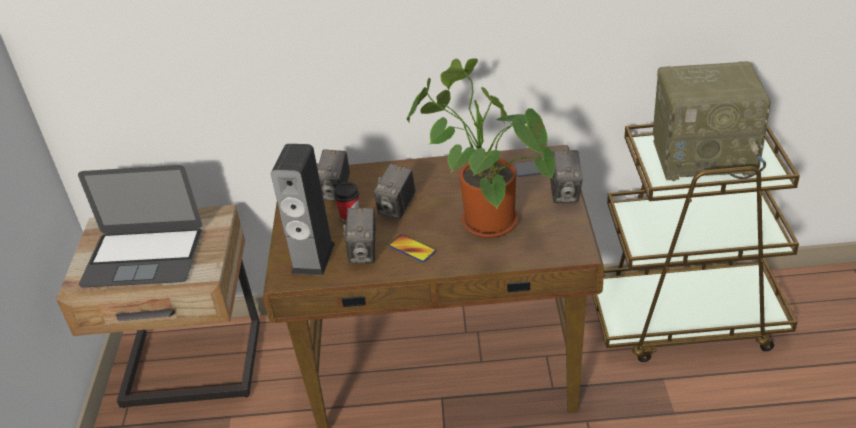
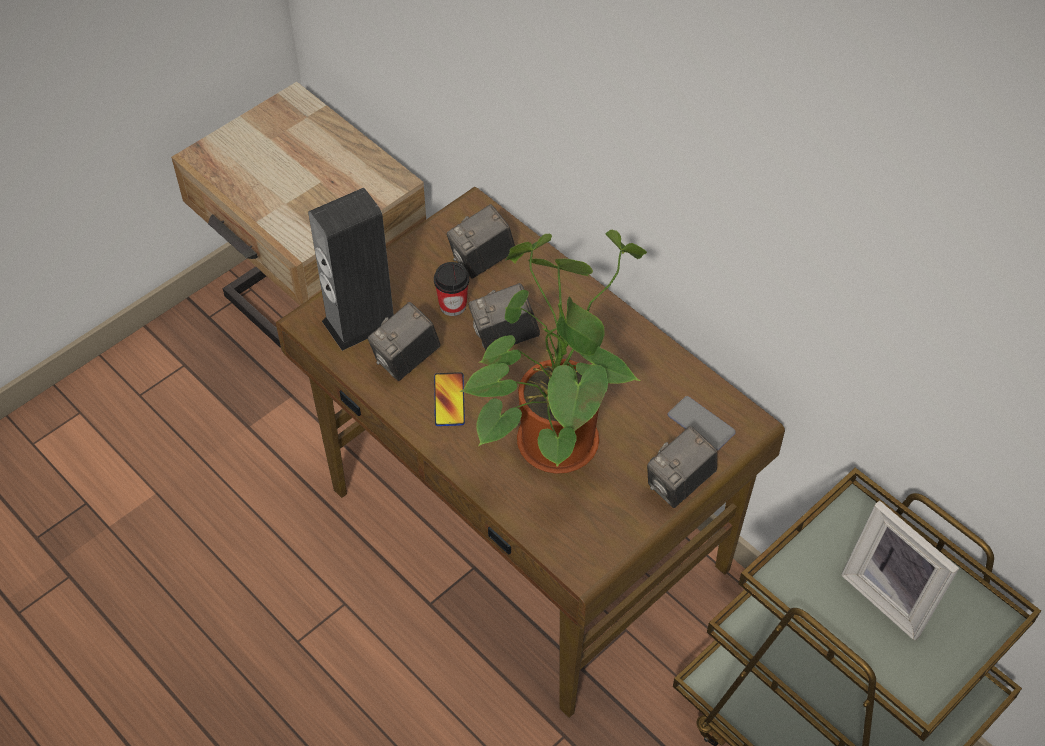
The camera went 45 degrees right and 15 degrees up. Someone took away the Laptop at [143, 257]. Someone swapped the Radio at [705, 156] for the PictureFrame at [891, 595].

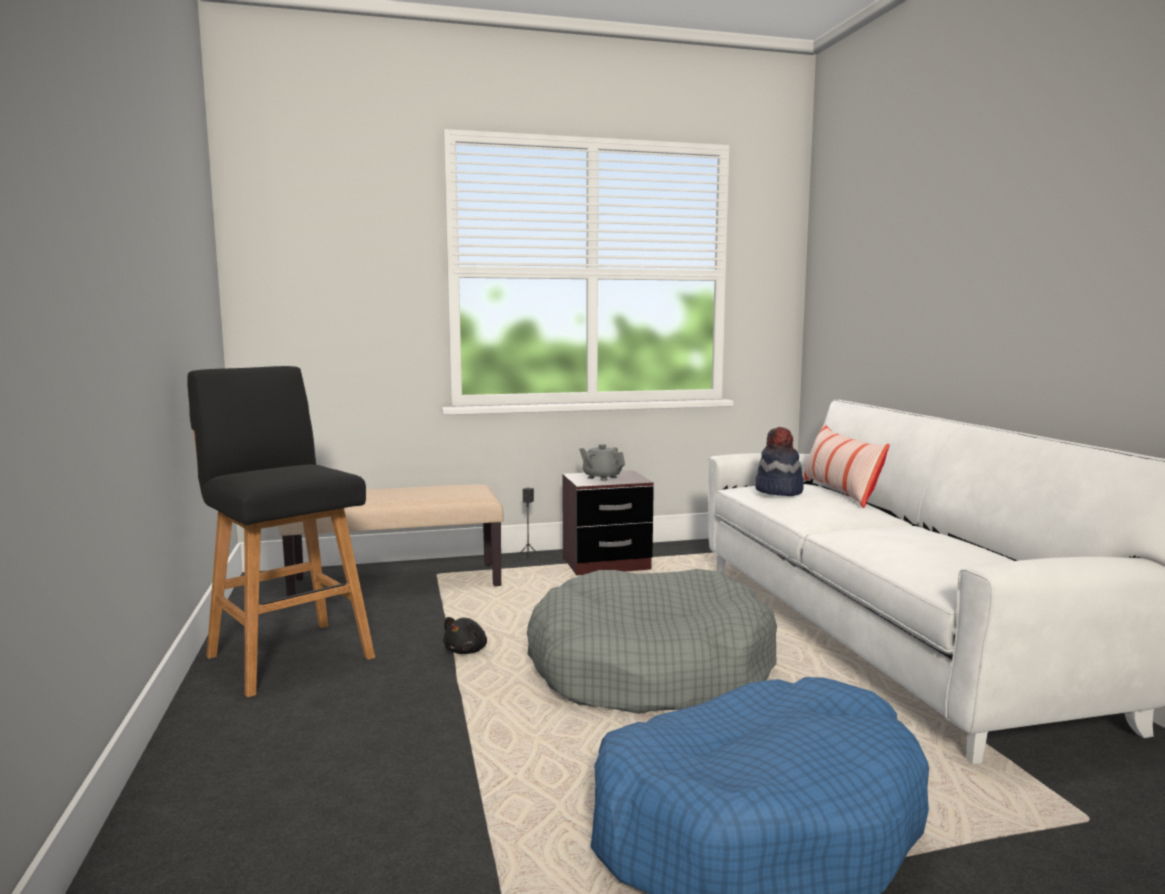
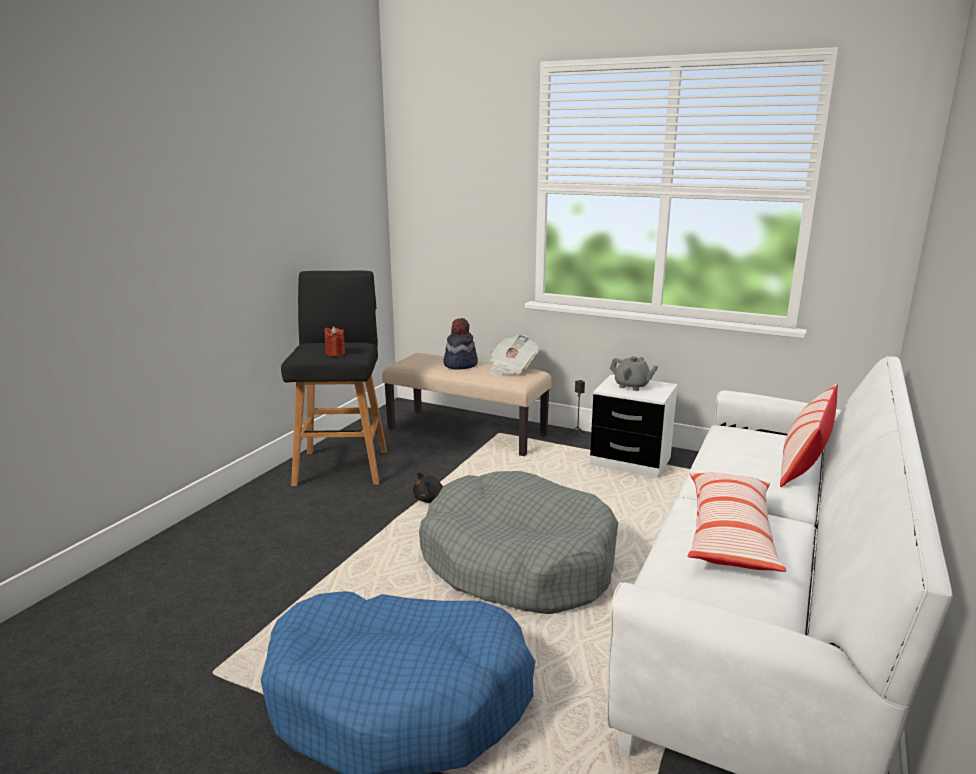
The camera went 40 degrees right and 10 degrees up. Someone put down the RedCandle at [335, 353]. Someone put down the Newspaper at [511, 369]. Someone put down the Pillow at [729, 534]. Someone carried the Hat from [778, 491] to [460, 364]. Someone repainted the BrownNightstand at [606, 564], which became the WhiteNightstand at [630, 462]. Someone rotated the GreyTeapot at [602, 477] by 135 degrees clockwise.

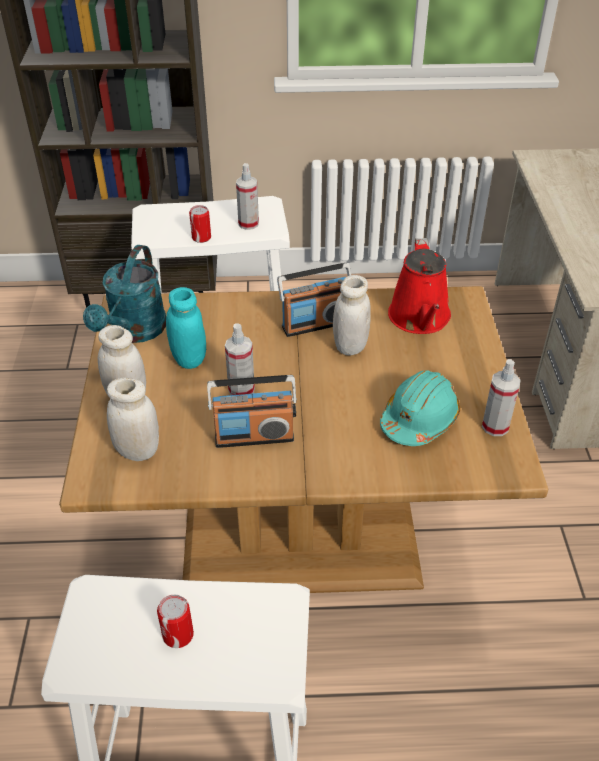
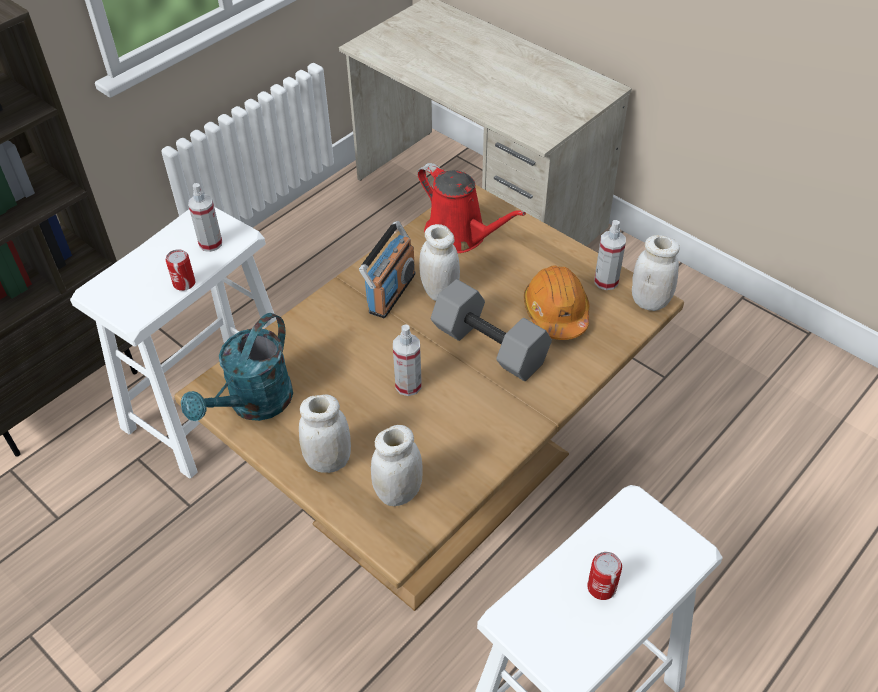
The camera went 45 degrees left and 5 degrees up. Someone took away the TurquoiseJar at [189, 359]. Someone took away the Radio at [254, 436]. Someone put down the GreyDumbbell at [491, 345]. Someone put down the WhiteJar at [649, 301]. Someone repainted the TurquoiseHardHat at [419, 419], which became the OrangeHardHat at [556, 312]. Someone rotated the TurquoiseWateringCan at [134, 332] by 60 degrees clockwise.

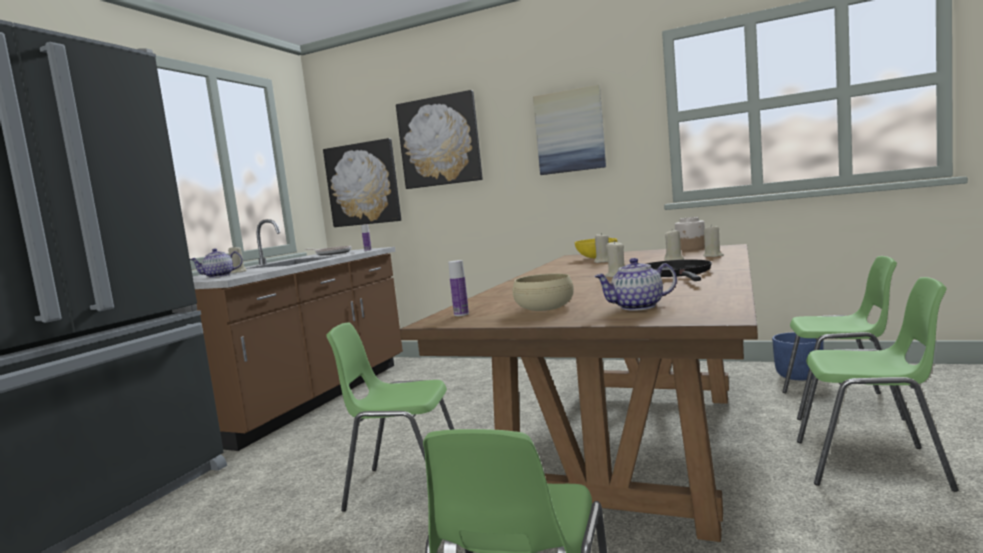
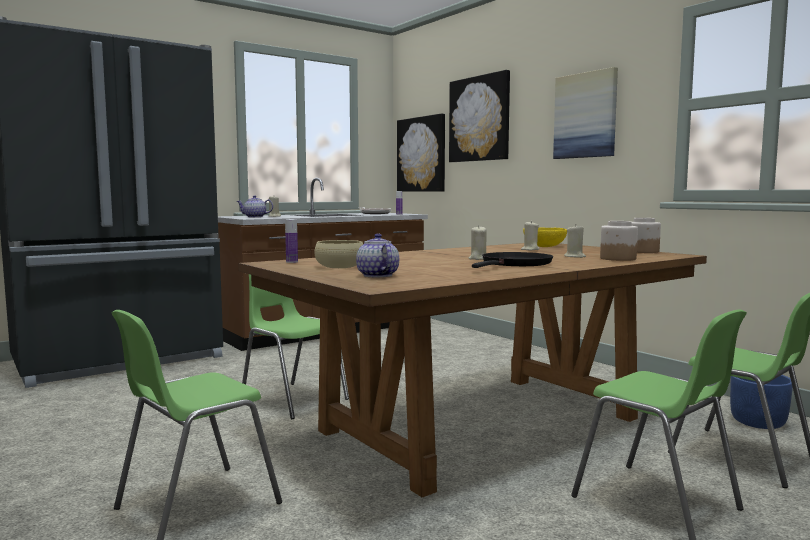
The camera went 30 degrees right and 0 degrees up. Someone swapped the BeigeCandle at [713, 256] for the Jar at [617, 259]. Someone rotated the Teapot at [637, 307] by 45 degrees clockwise.

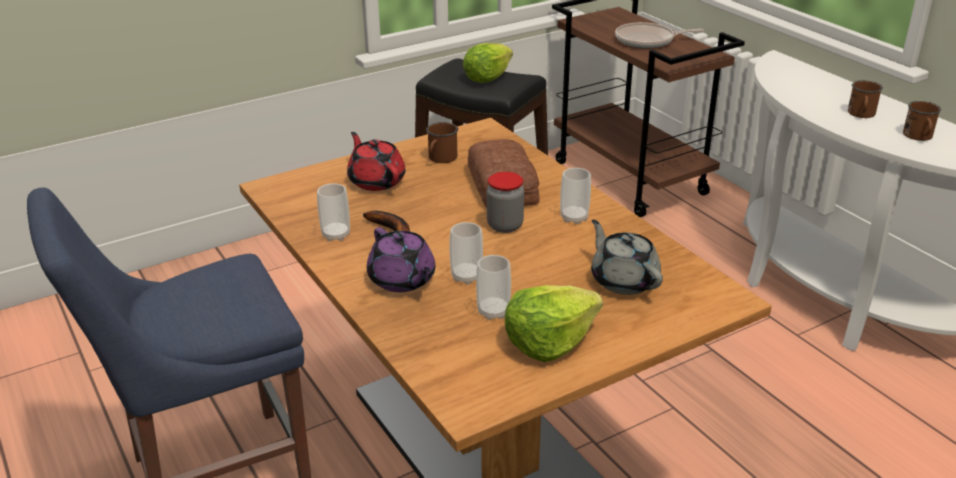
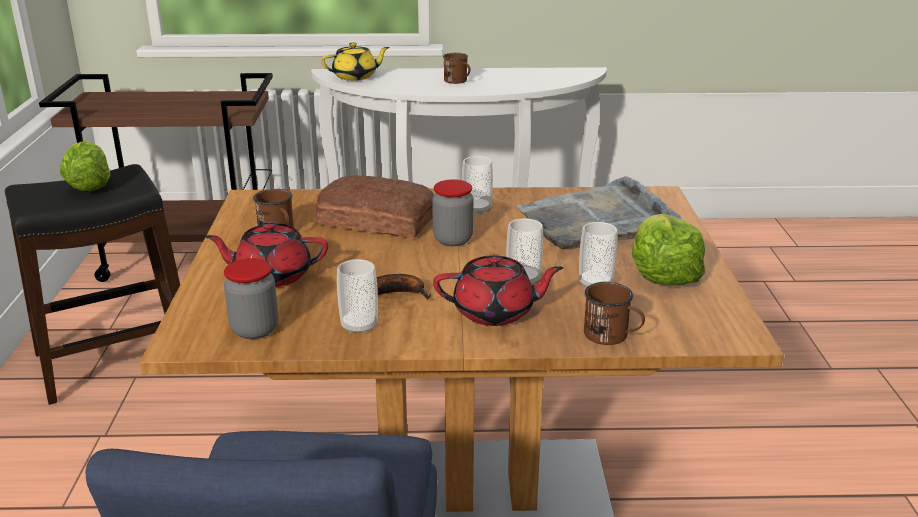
The camera went 60 degrees left and 5 degrees down. Someone took away the FryingPan at [648, 41]. Someone put down the Jar at [255, 329]. Someone put down the YellowTeapot at [356, 77]. Someone carried the BrownMug from [919, 137] to [612, 336]. Someone swapped the GreyTeapot at [623, 280] for the GreyTray at [597, 220]. Someone repainted the PurpleTeapot at [402, 280], which became the RedTeapot at [495, 312].

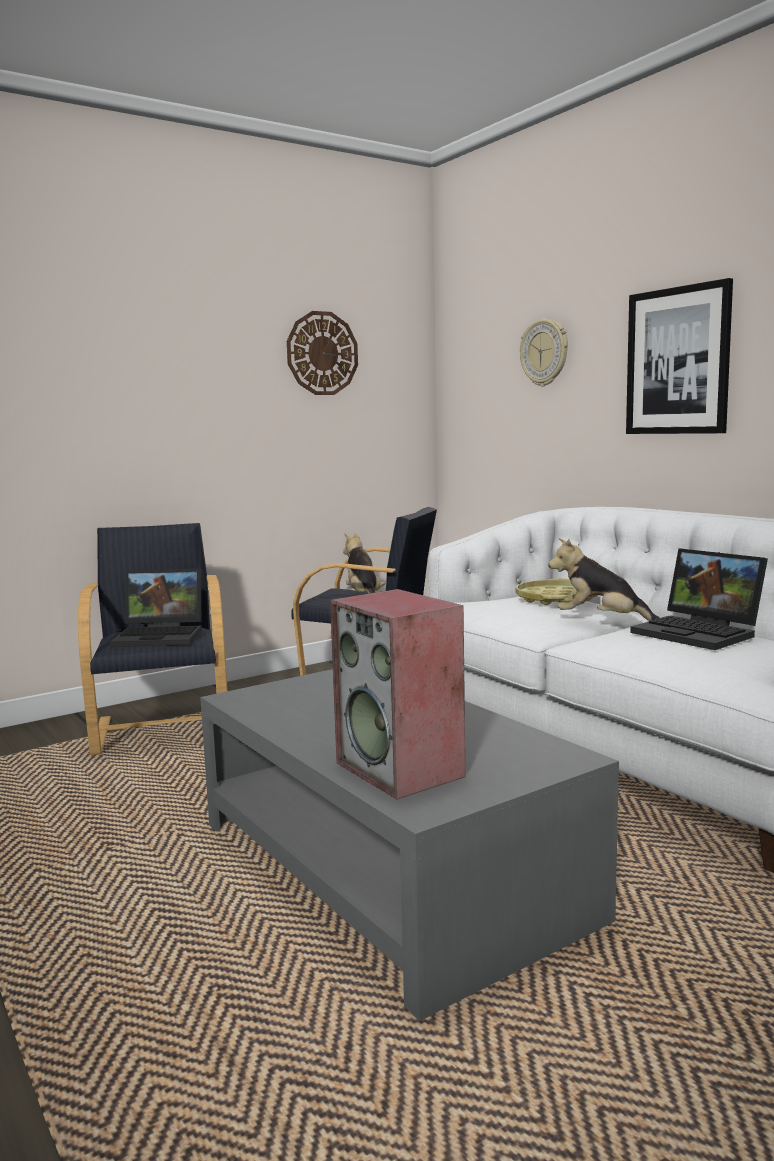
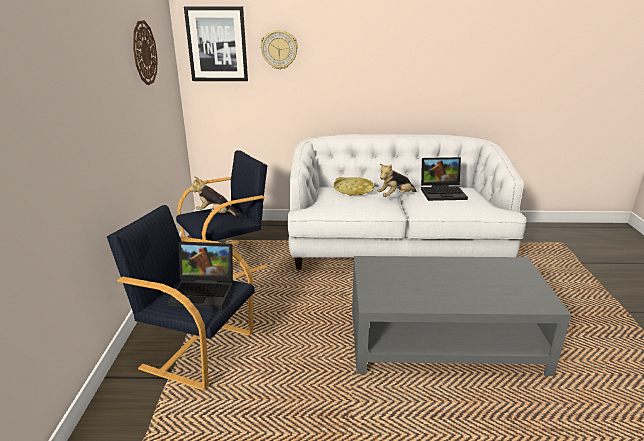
The camera went 55 degrees left and 15 degrees up. Someone took away the Speaker at [402, 770]. Someone carried the Picture from [678, 361] to [217, 44]. Someone rotated the Laptop at [162, 636] by 60 degrees clockwise.

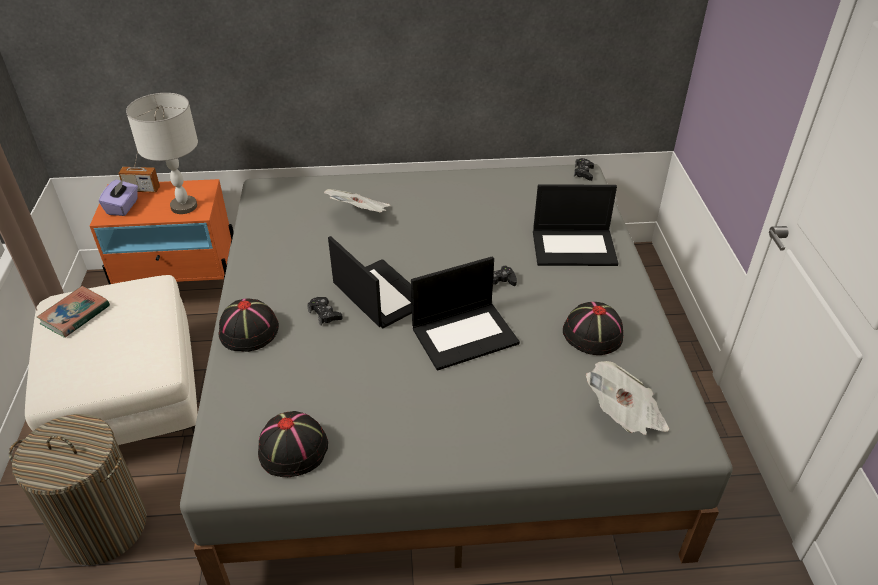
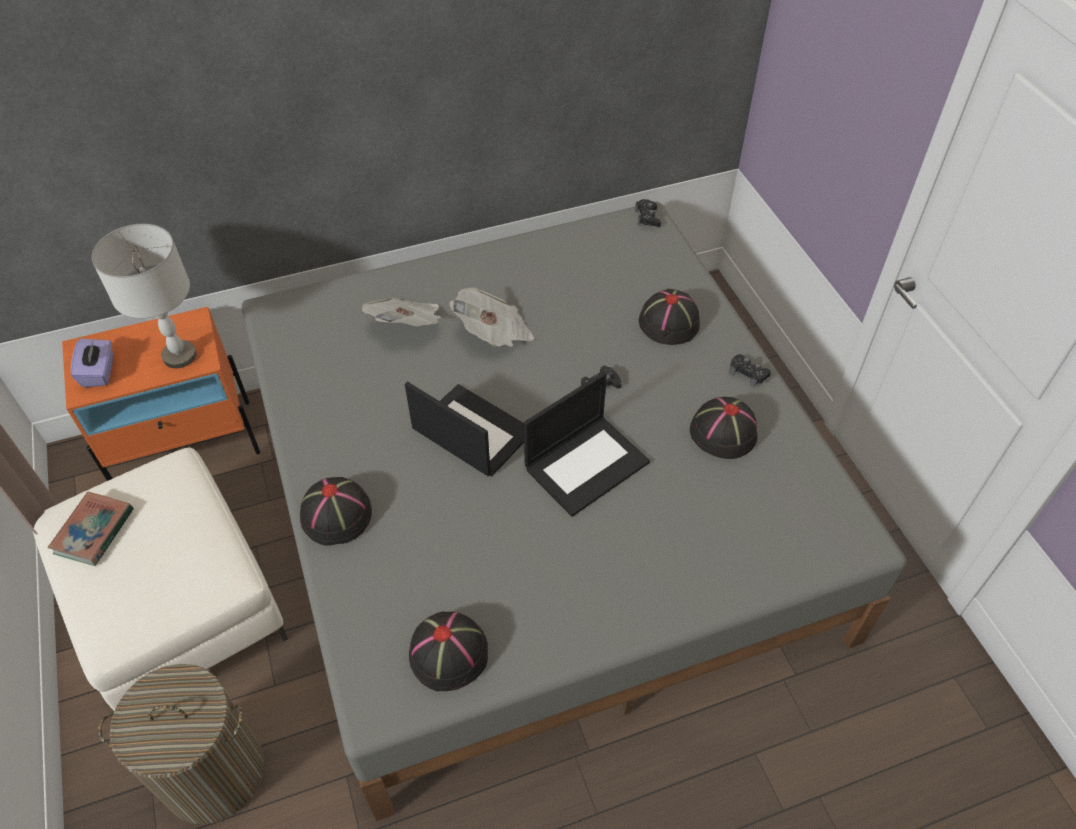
The camera went 15 degrees left and 10 degrees up. Someone took away the Radio at [142, 189]. Someone carried the BlackGameController from [325, 314] to [748, 373]. Someone carried the Newspaper from [624, 415] to [494, 333]. Someone swapped the Laptop at [574, 247] for the BlackHat at [669, 322].

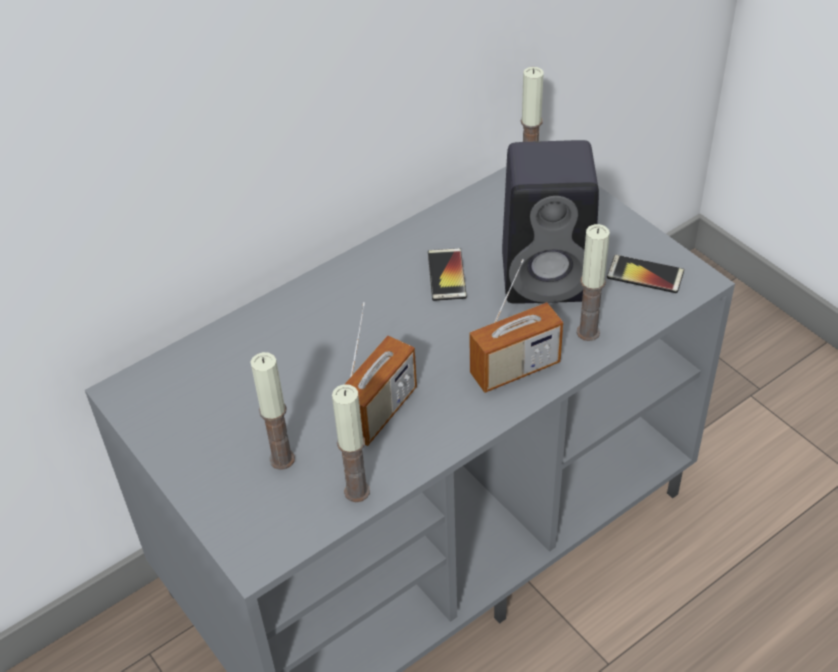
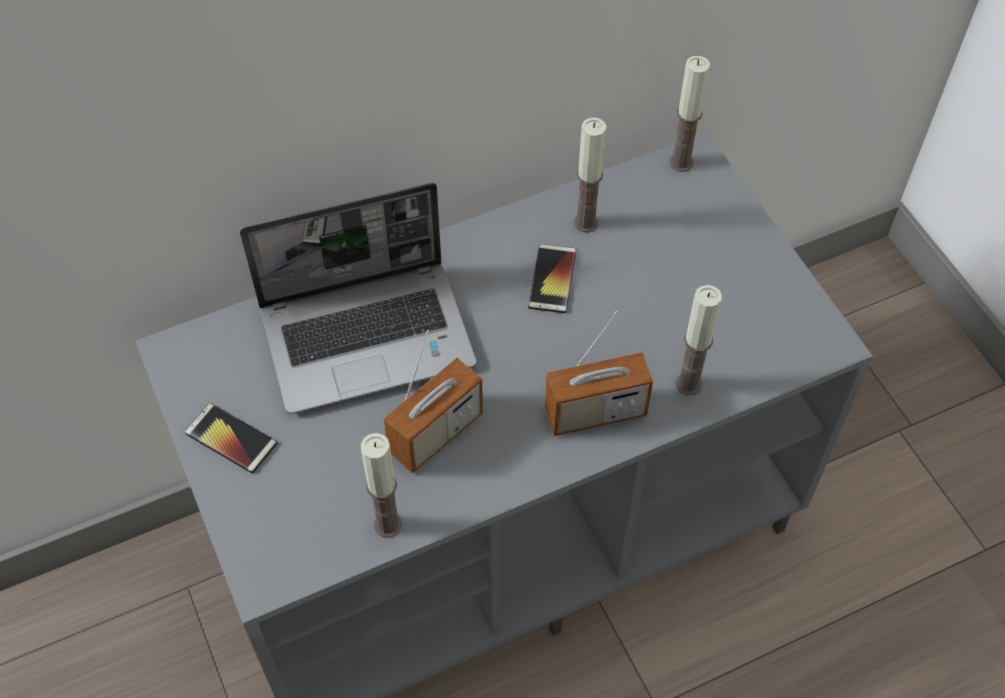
The camera went 10 degrees right and 10 degrees up. Someone took away the BlackSpeaker at [550, 276]. Someone put down the Laptop at [369, 336]. Someone carried the Candle from [282, 459] to [585, 222]. Someone carried the Phone from [645, 275] to [231, 438].

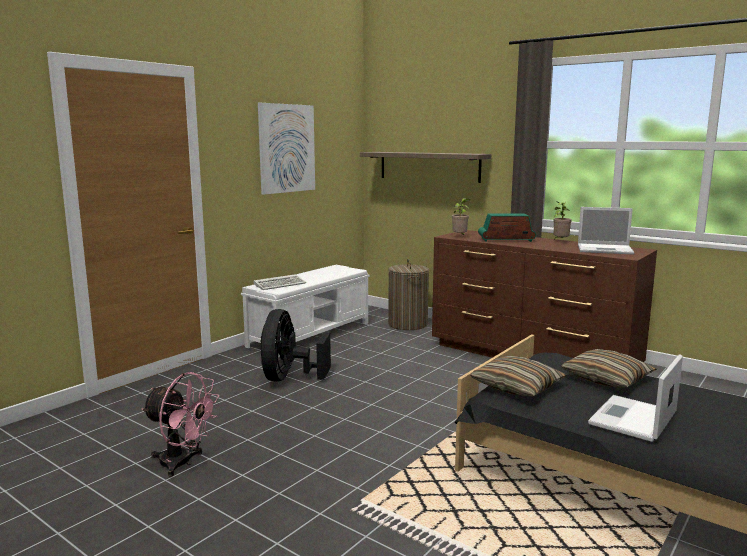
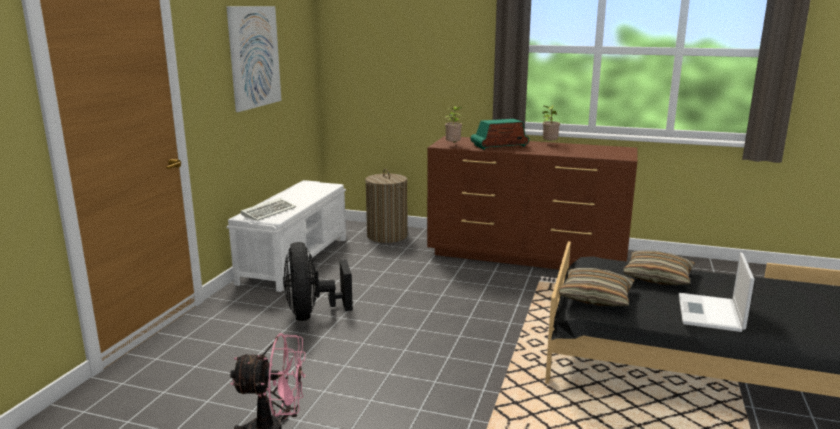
The camera went 20 degrees left and 5 degrees up. Someone took away the Shelf at [429, 166]. Someone took away the Laptop at [606, 249].

